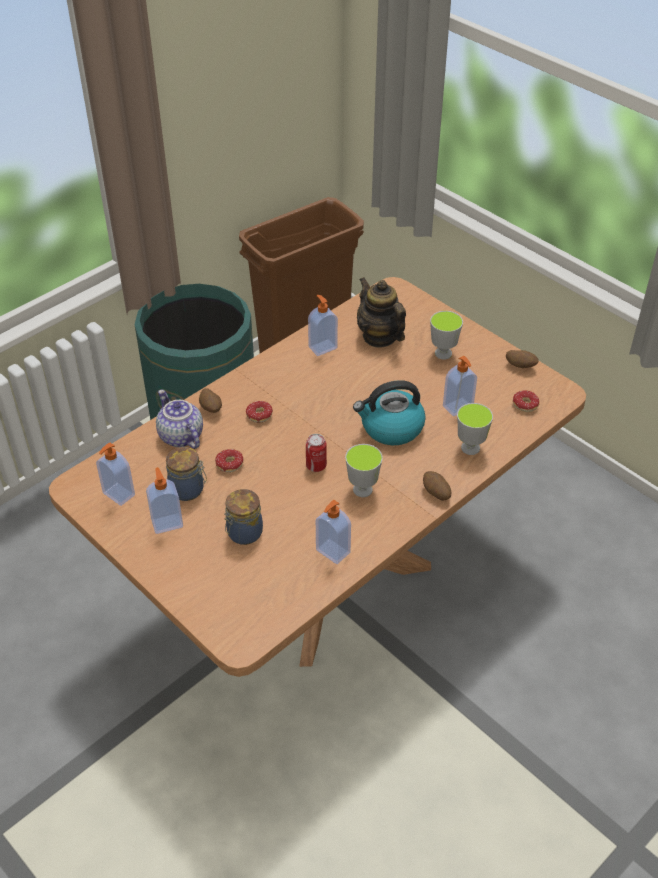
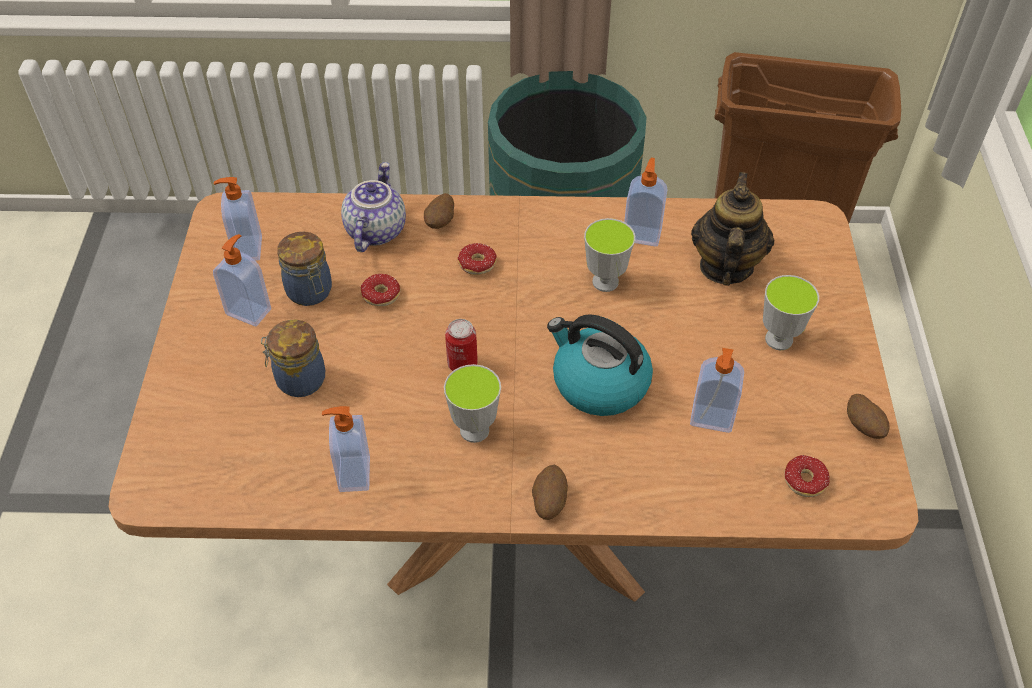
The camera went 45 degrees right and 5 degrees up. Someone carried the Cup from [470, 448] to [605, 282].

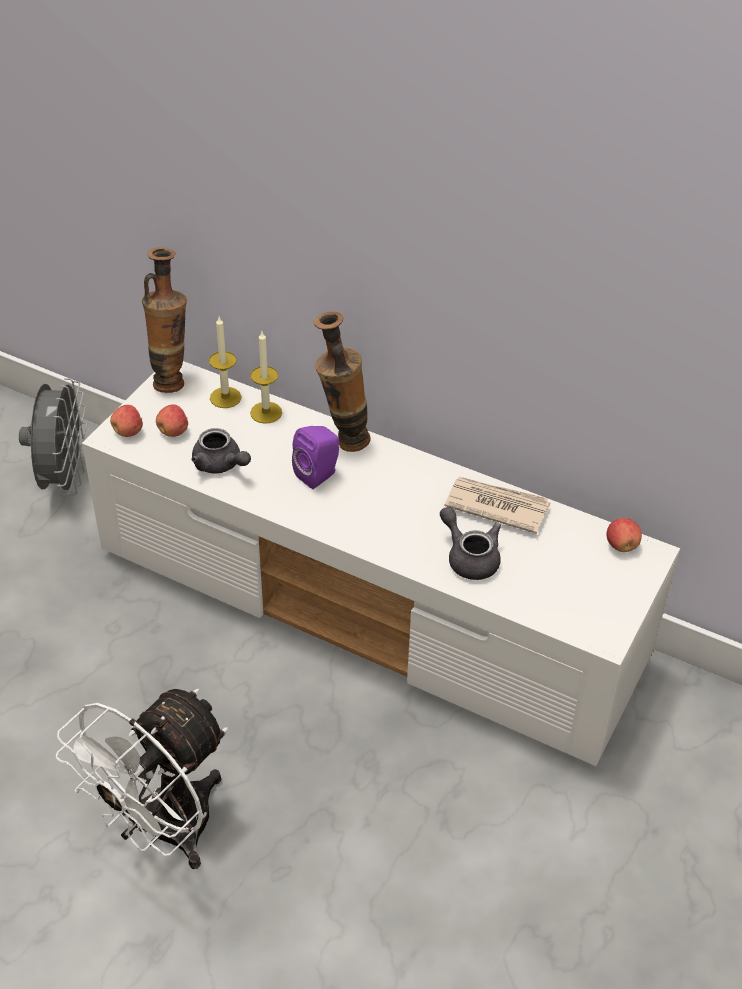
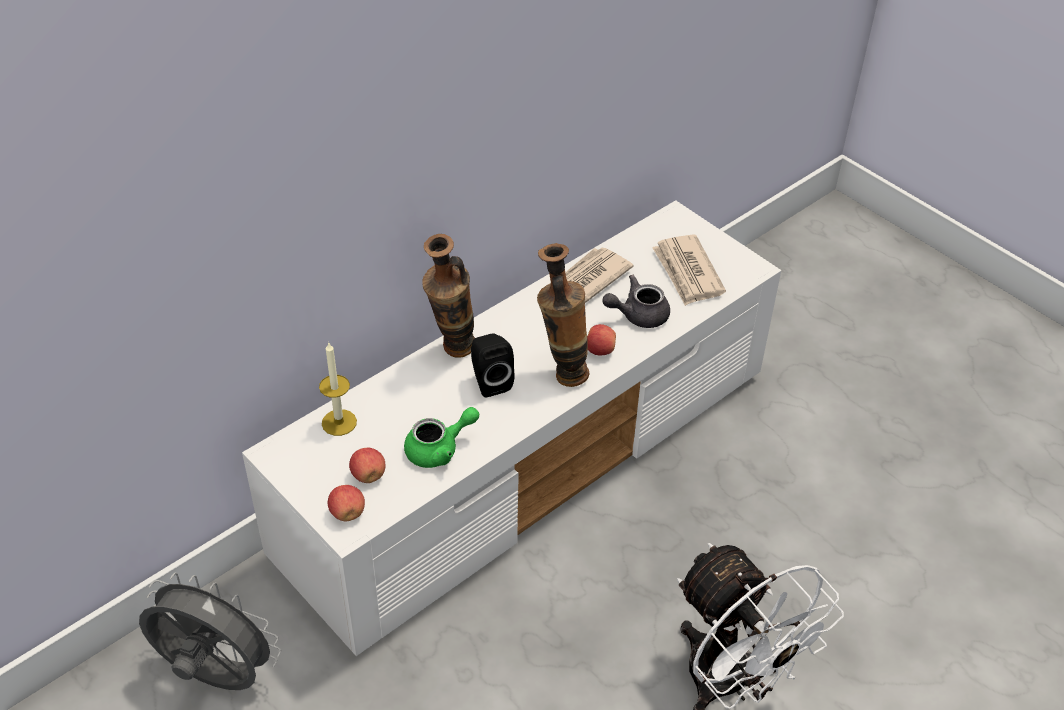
The camera went 70 degrees left and 0 degrees up. Someone took away the Candle at [266, 412]. Someone put down the Newspaper at [687, 273]. Someone carried the Vase from [171, 380] to [561, 373]. Someone carried the Apple from [621, 545] to [600, 350]. Someone repainted the GreyTeapot at [220, 465], which became the GreenTeapot at [439, 449]. Someone repainted the PurpleSpeaker at [319, 474], which became the BlackSpeaker at [490, 381].

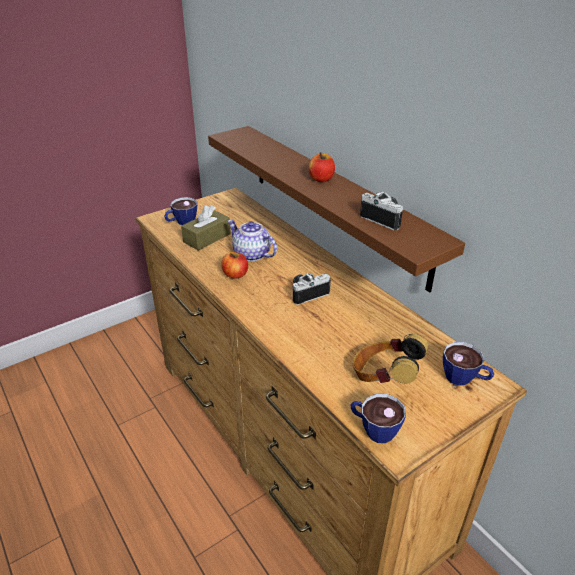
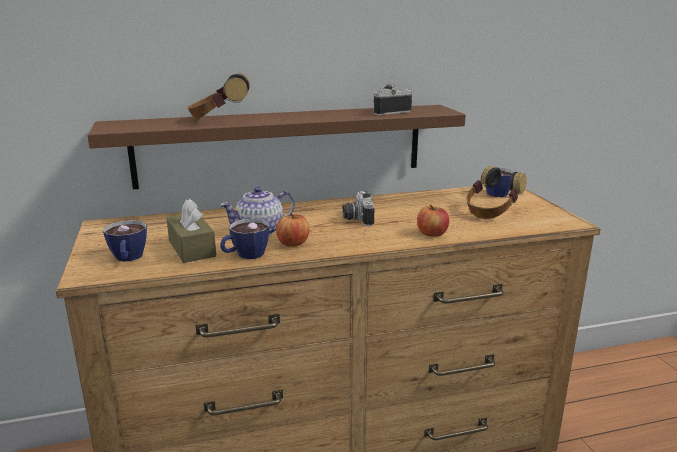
The camera went 70 degrees left and 15 degrees down. Someone put down the Headphones at [219, 120]. Someone carried the Apple from [321, 179] to [432, 234]. Someone carried the Cup from [373, 429] to [245, 255].

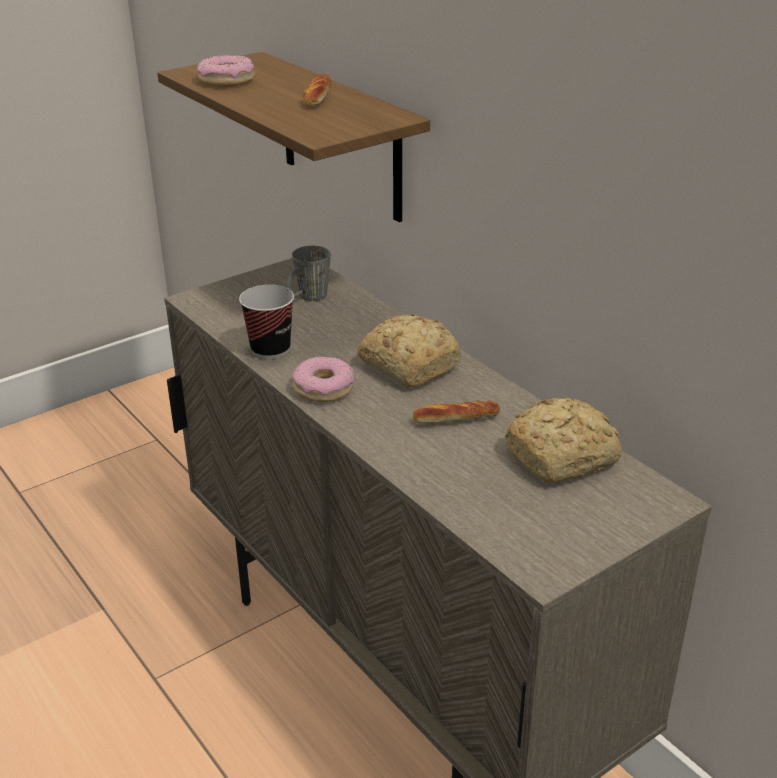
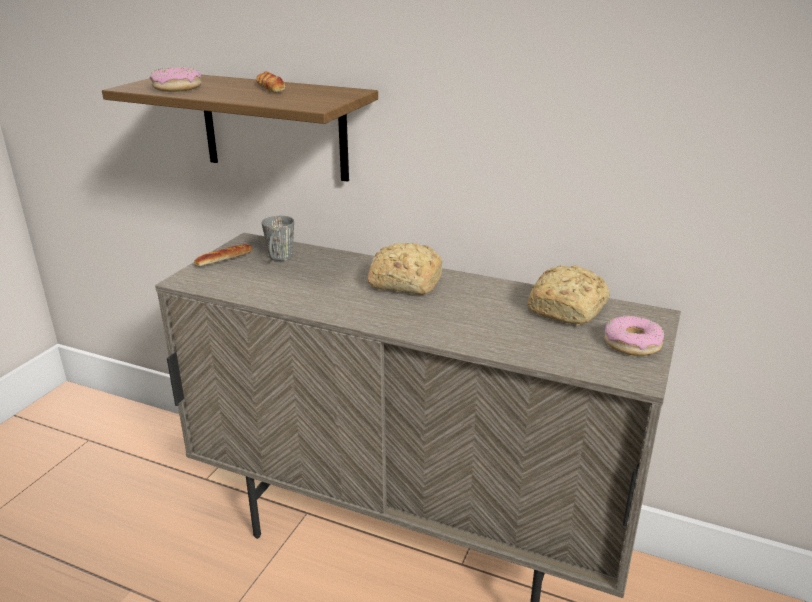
The camera went 30 degrees left and 5 degrees down. Someone took away the Cup at [270, 349]. Someone carried the Donut from [323, 388] to [632, 344]. Someone carried the Bread from [456, 418] to [224, 260].

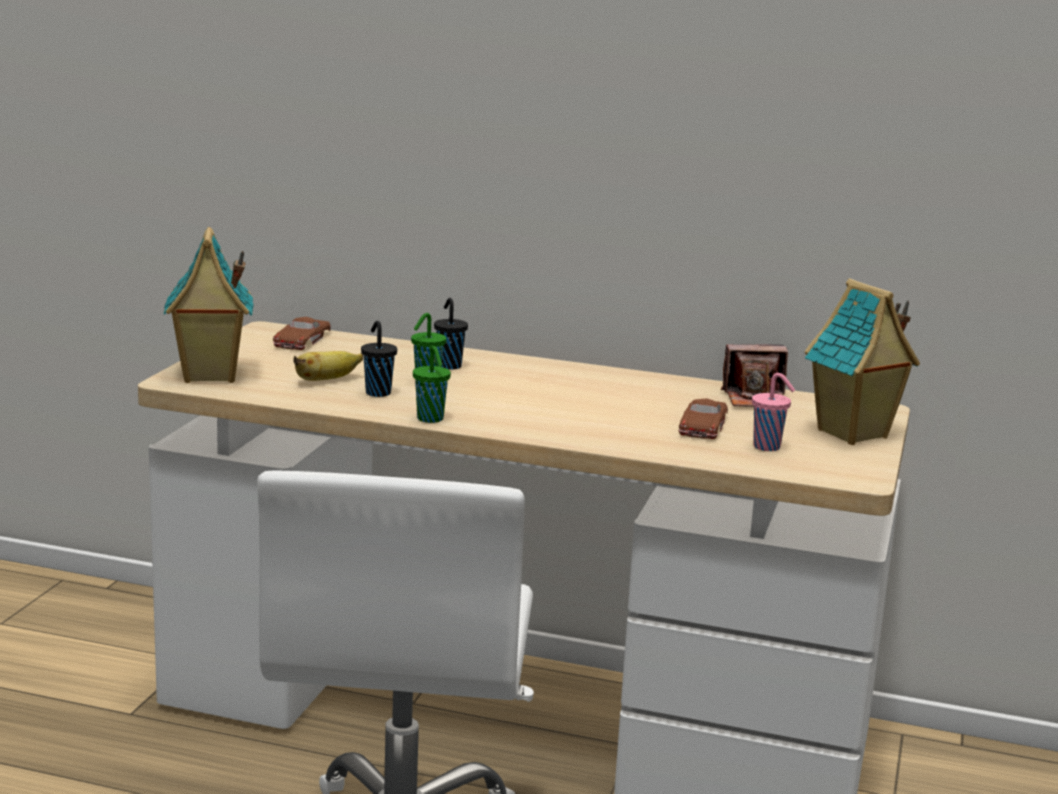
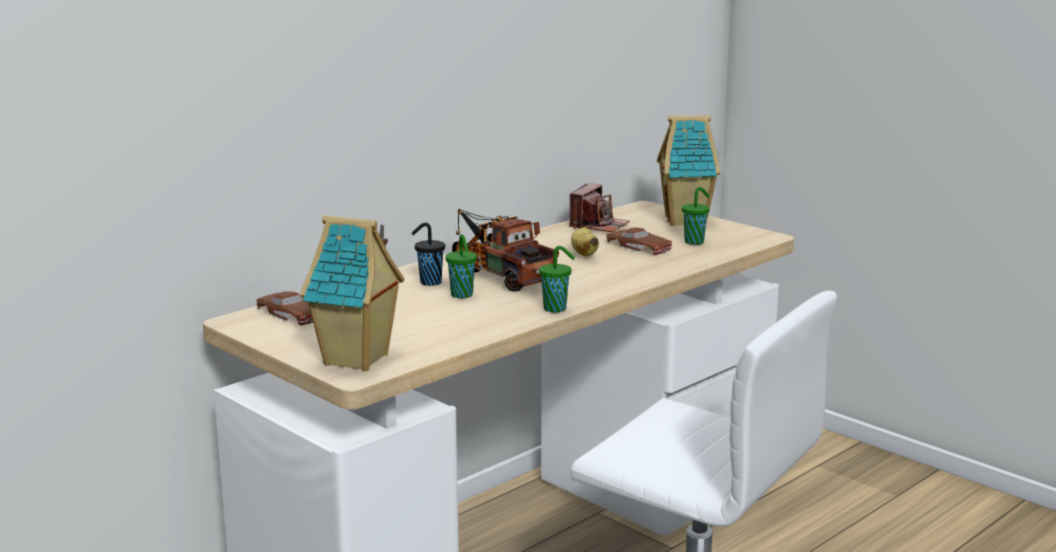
The camera went 60 degrees left and 0 degrees up. Someone took away the BlackCup at [377, 393]. Someone put down the ToyTruck at [498, 275]. Someone carried the Banana from [326, 380] to [584, 253]. Someone repainted the PinkCup at [768, 447], which became the GreenCup at [695, 242].

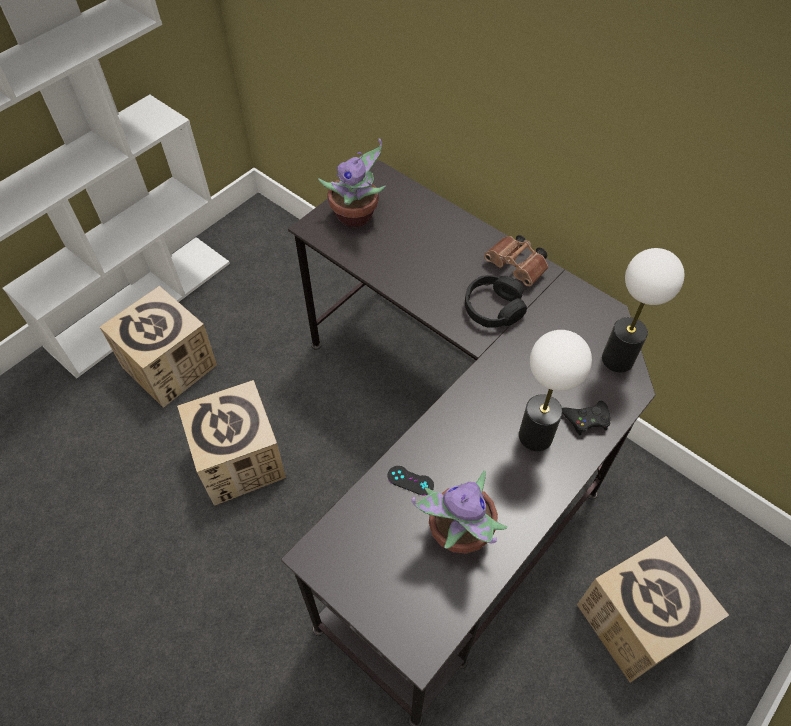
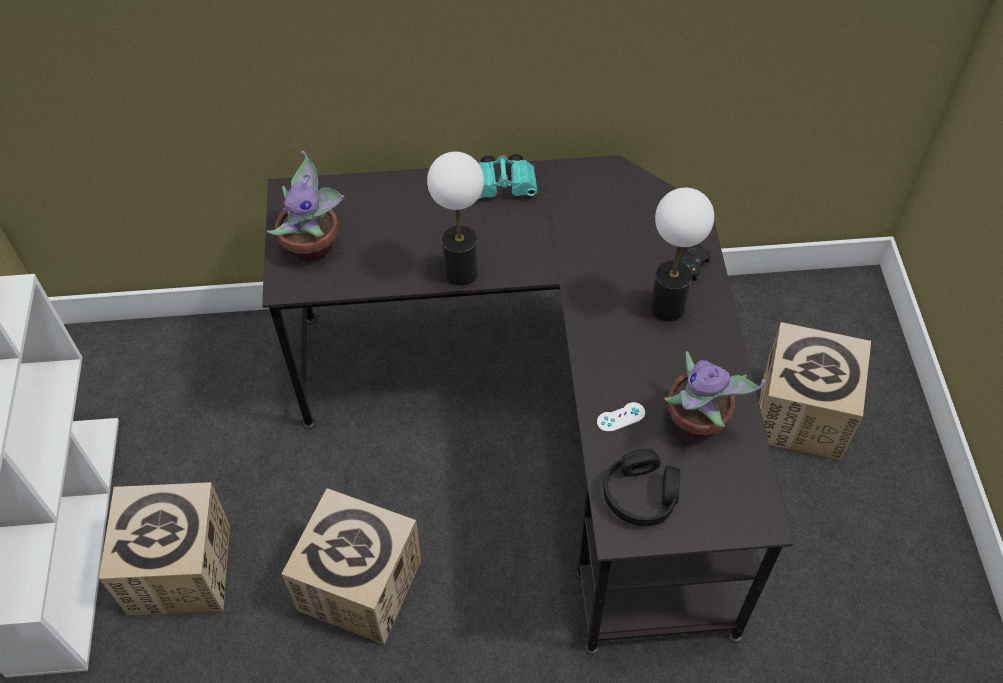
The camera went 45 degrees left and 0 degrees up. Someone carried the BlackHeadphones from [493, 308] to [641, 494]. Someone carried the TableLamp from [617, 359] to [461, 271]. Someone repainted the BlackGameController at [410, 480], which became the WhiteGameController at [621, 417]. Someone repainted the BrownBinoculars at [518, 267], which became the TurquoiseBinoculars at [505, 186].

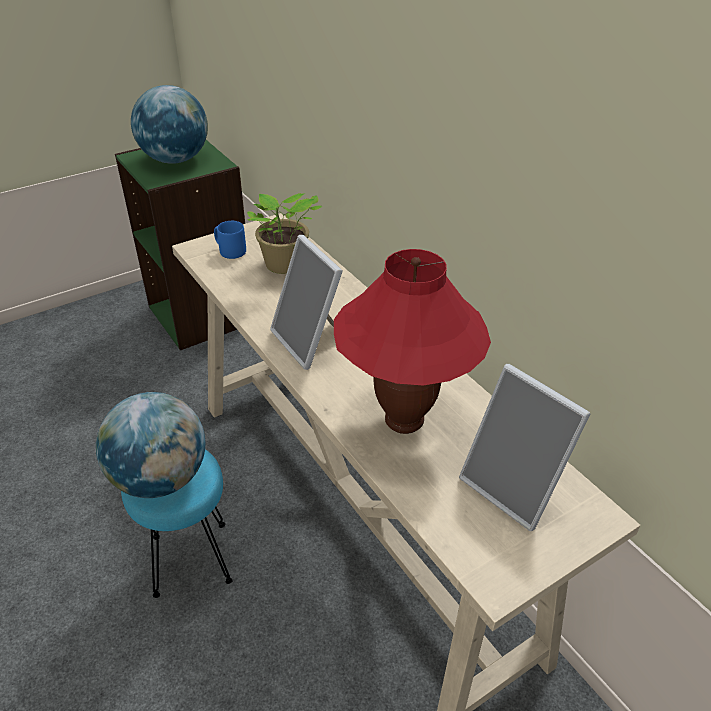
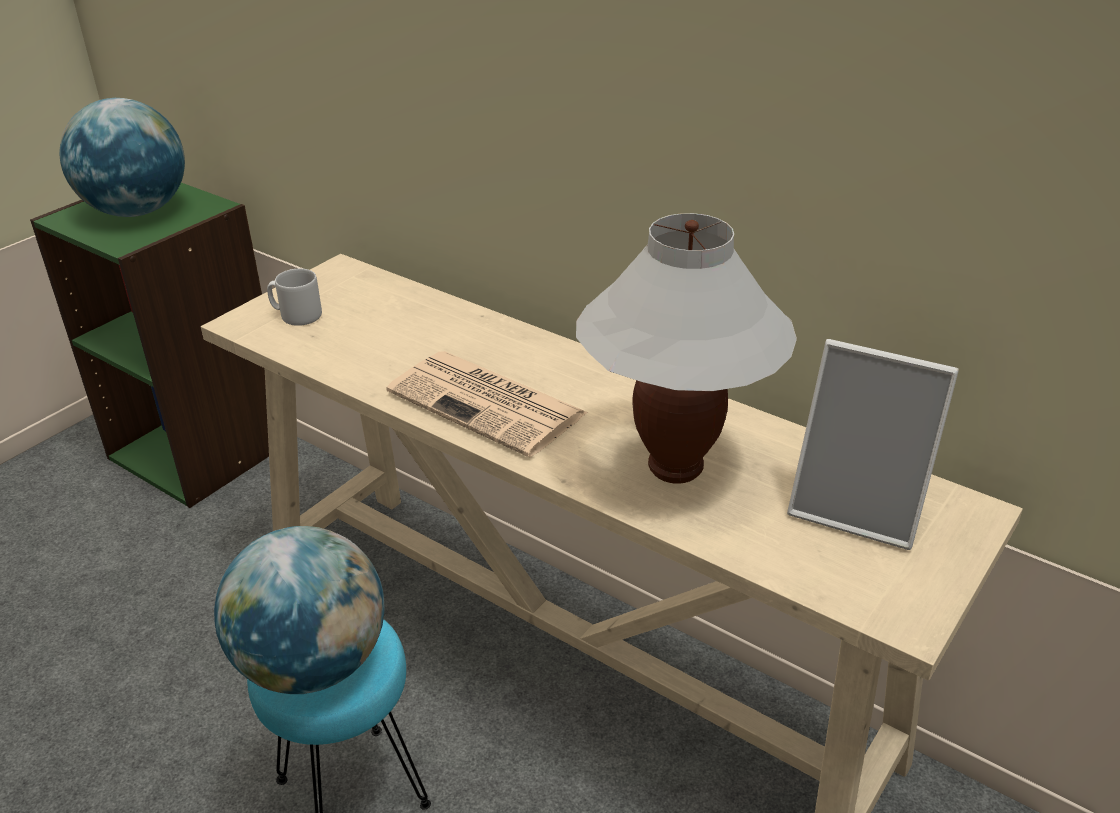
The camera went 20 degrees left and 5 degrees down. Someone took away the PottedPlant at [284, 266]. Someone swapped the PictureFrame at [311, 342] for the Newspaper at [489, 404]. Someone repainted the BlueMug at [230, 251], which became the GreyMug at [296, 315]. Someone repainted the RedTableLamp at [404, 420], which became the WhiteTableLamp at [675, 467].

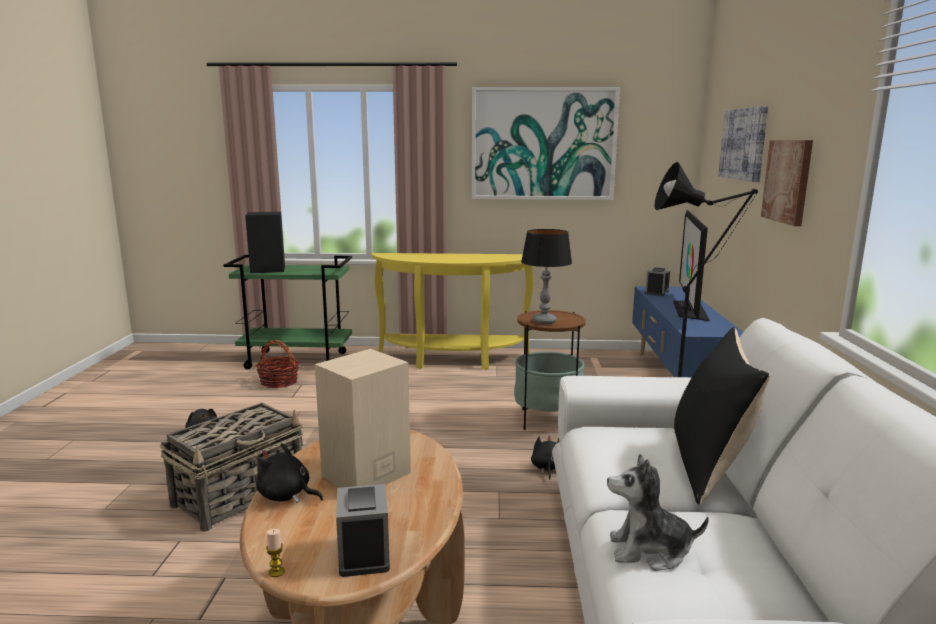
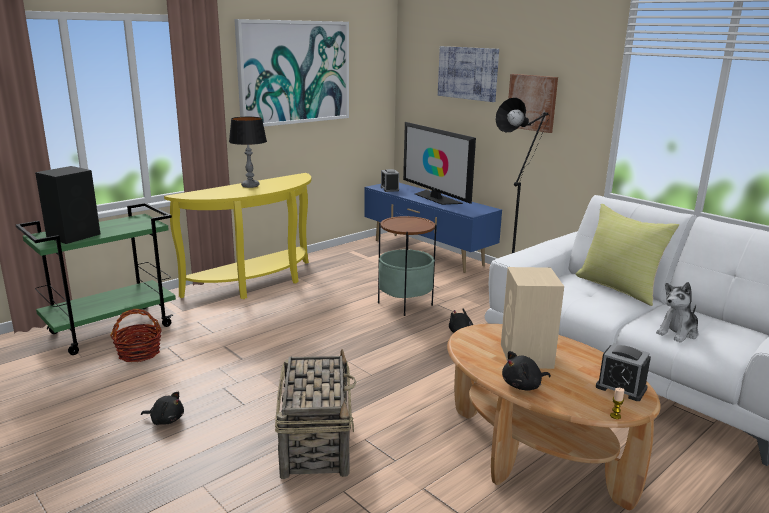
The camera went 45 degrees left and 5 degrees up. Someone carried the TableLamp from [544, 321] to [250, 186]. Someone repainted the BlackPillow at [709, 467], which became the YellowPillow at [619, 287].

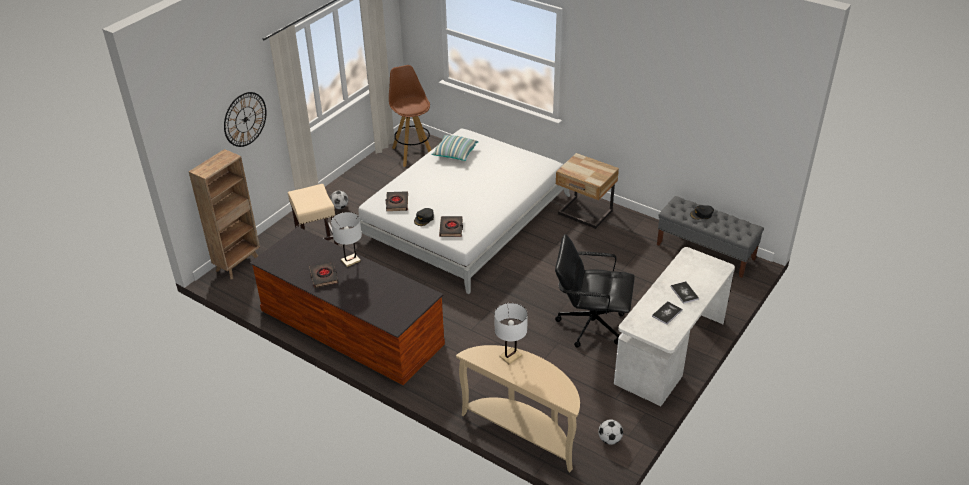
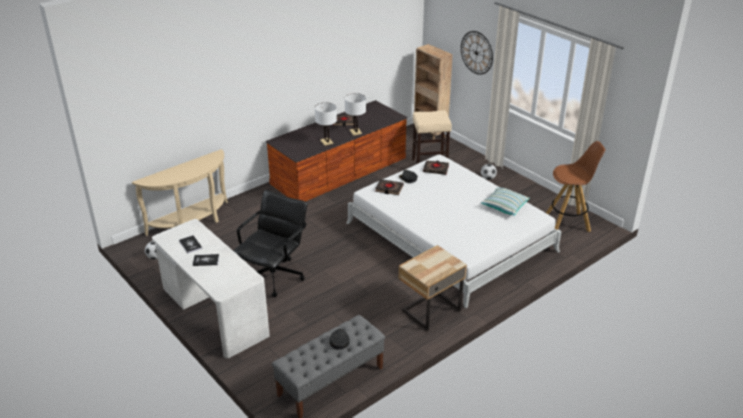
The camera went 105 degrees right and 5 degrees down. Someone carried the WhiteTableLamp from [510, 356] to [326, 142].

